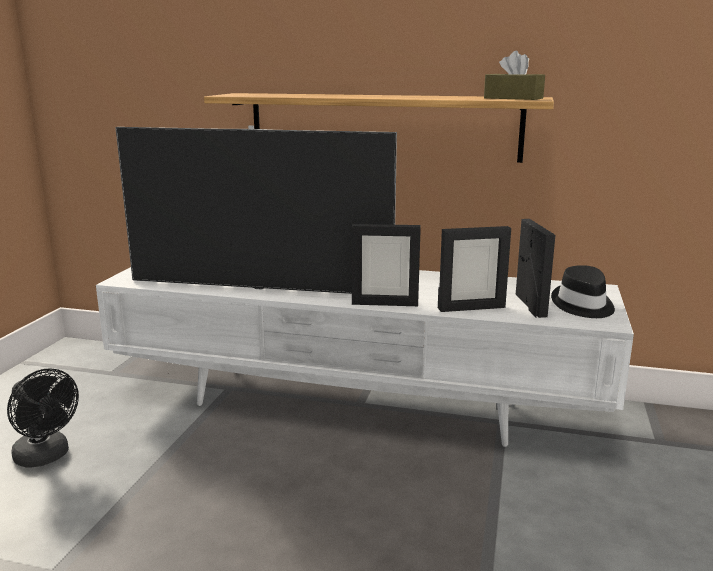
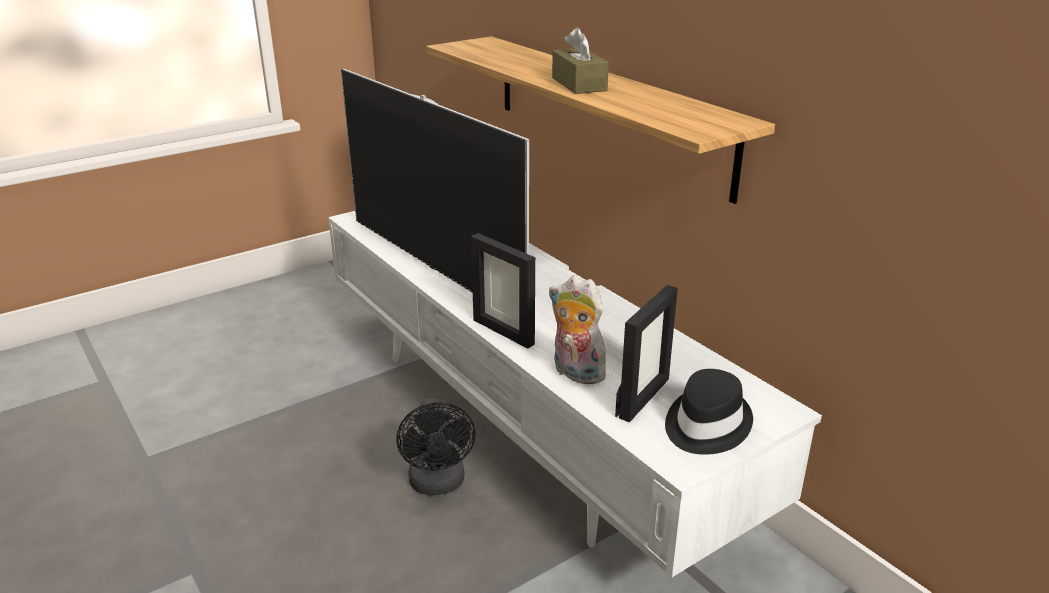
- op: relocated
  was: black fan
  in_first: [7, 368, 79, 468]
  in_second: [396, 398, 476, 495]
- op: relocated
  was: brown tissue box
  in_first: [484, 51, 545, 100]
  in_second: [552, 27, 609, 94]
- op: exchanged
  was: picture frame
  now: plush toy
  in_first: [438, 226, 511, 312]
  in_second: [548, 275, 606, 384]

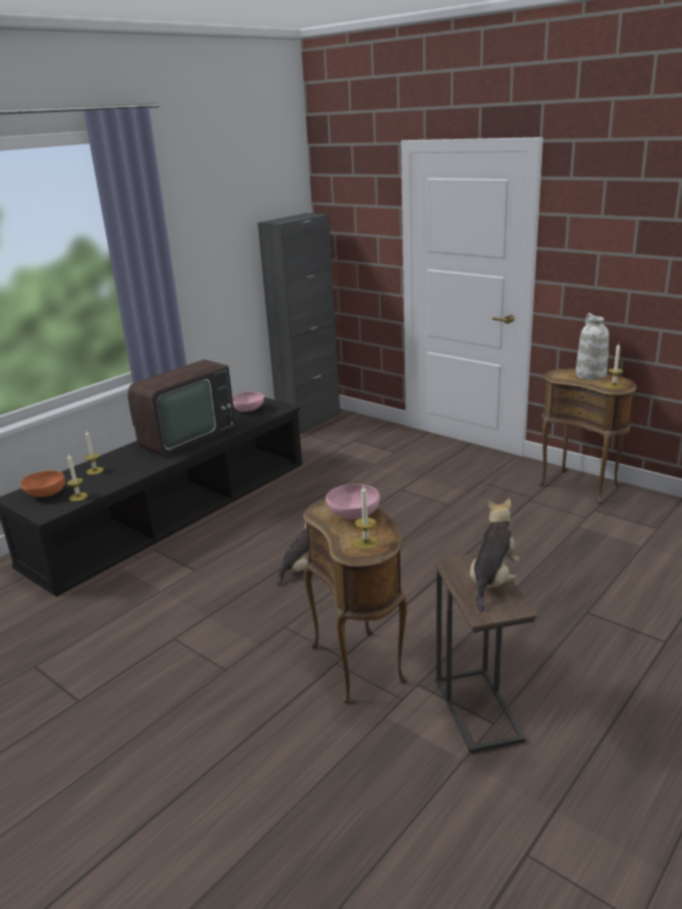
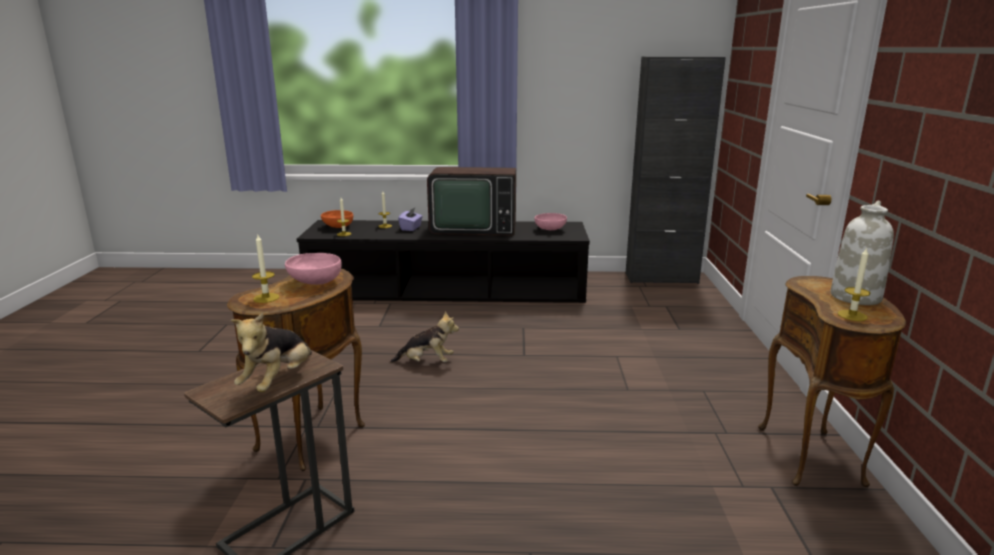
- op: appeared
  now: purple tissue box
  in_second: [398, 208, 423, 231]
- op: spun
  was: plush toy
  in_first: [470, 499, 519, 612]
  in_second: [231, 313, 312, 392]
  clockwise: 120

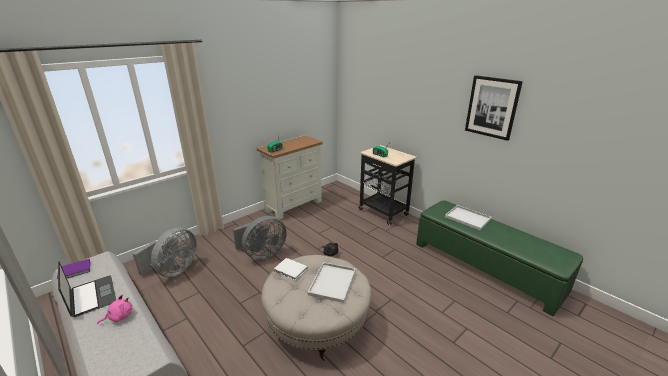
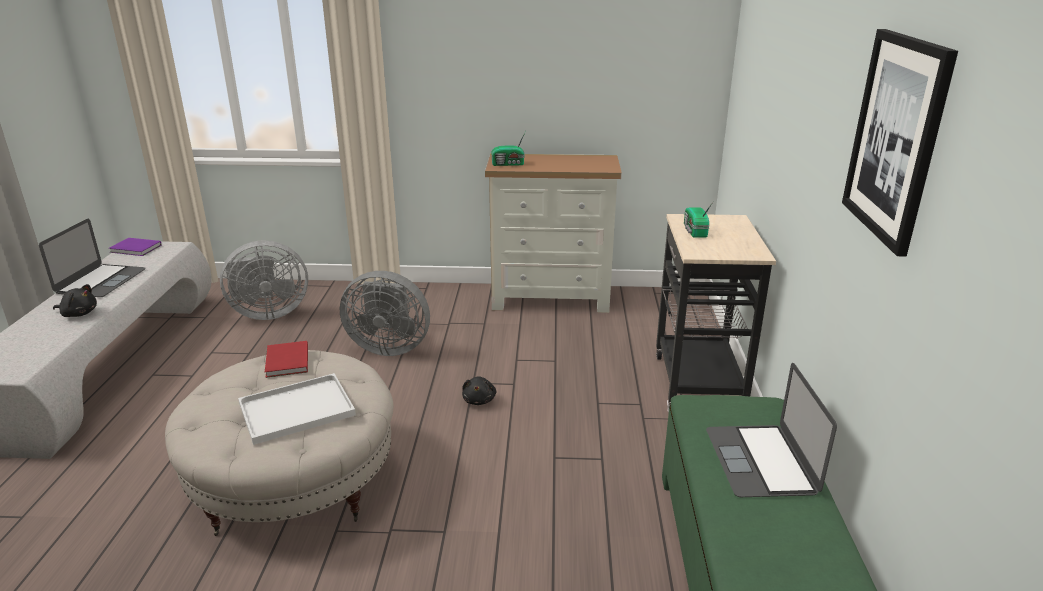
- op: exchanged
  was: white tray
  now: laptop
  in_first: [445, 205, 492, 230]
  in_second: [706, 363, 837, 497]
- op: colour
  was: pink plush toy
  now: black plush toy
  in_first: [97, 295, 132, 324]
  in_second: [53, 284, 97, 317]
- op: colour
  was: white book
  now: red book
  in_first: [274, 258, 307, 281]
  in_second: [265, 341, 308, 378]

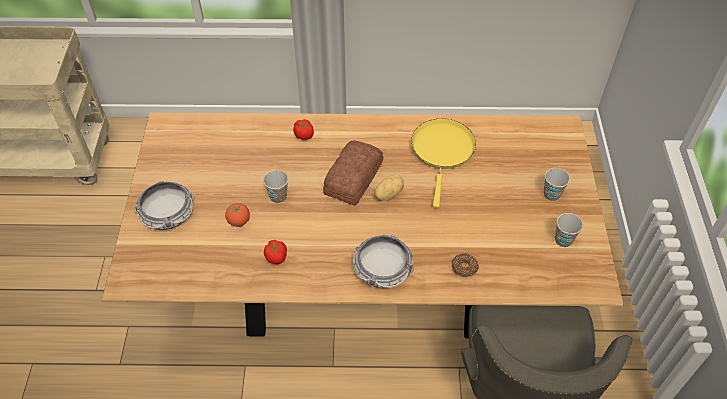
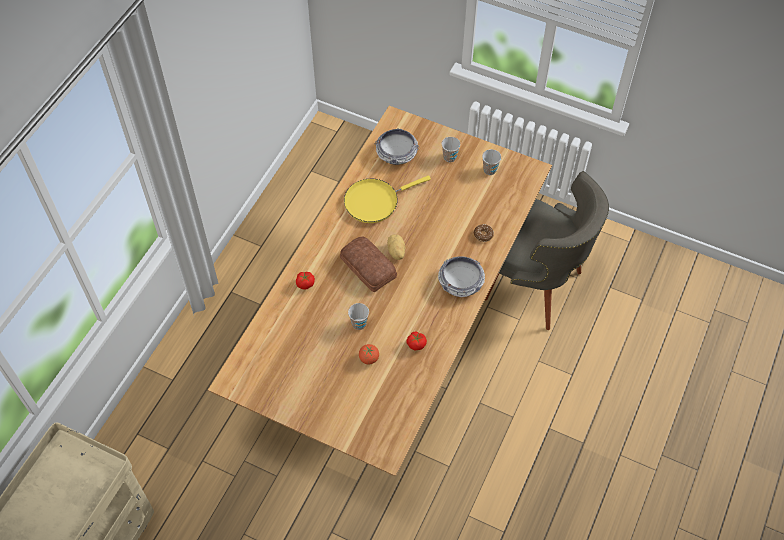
- op: relocated
  was: bowl
  in_first: [134, 181, 195, 230]
  in_second: [375, 128, 419, 165]
- op: spun
  was: yellow frying pan
  in_first: [411, 119, 476, 208]
  in_second: [344, 175, 431, 223]
  clockwise: -60

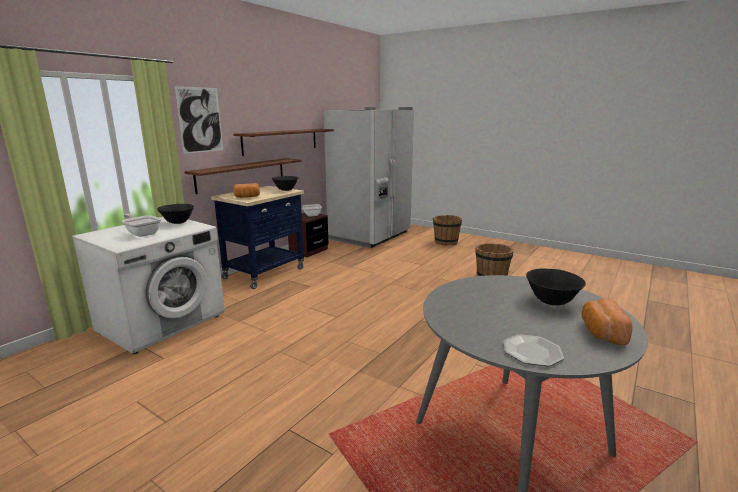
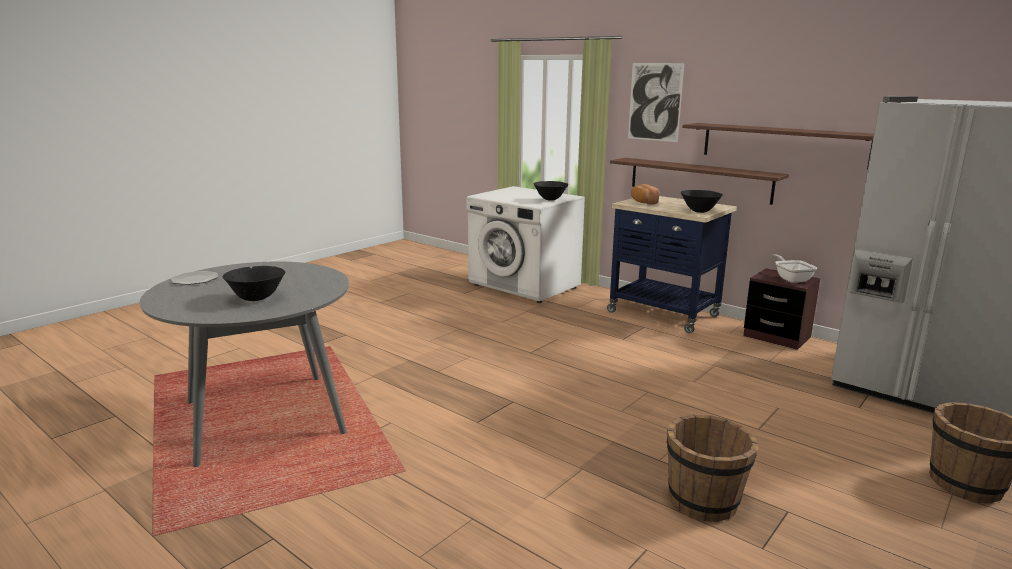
- op: missing
  was: frying pan
  in_first: [122, 214, 161, 237]
- op: missing
  was: bread
  in_first: [582, 298, 633, 345]

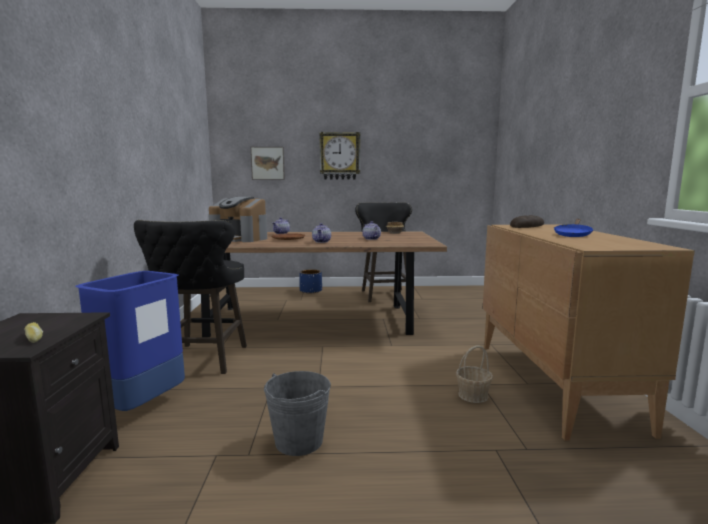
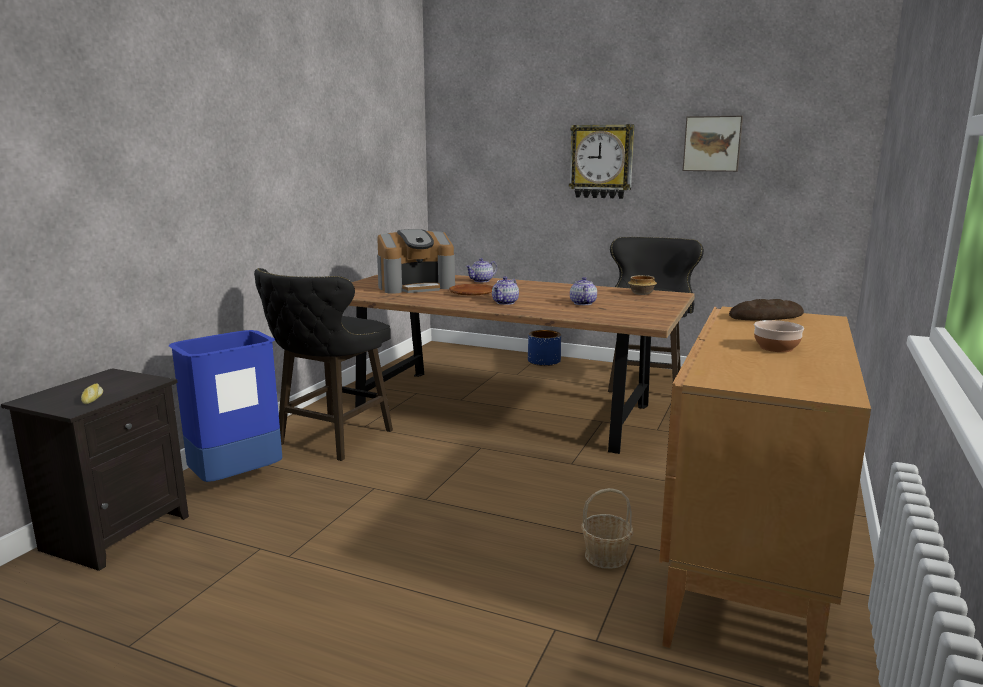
- op: missing
  was: grey bucket
  in_first: [264, 371, 331, 456]
- op: relocated
  was: picture
  in_first: [251, 147, 285, 180]
  in_second: [683, 116, 743, 172]
- op: exchanged
  was: blue frying pan
  now: bowl
  in_first: [554, 219, 594, 237]
  in_second: [754, 320, 804, 352]
- op: spun
  was: coffee machine
  in_first: [208, 197, 267, 242]
  in_second: [377, 229, 455, 294]
  clockwise: -75

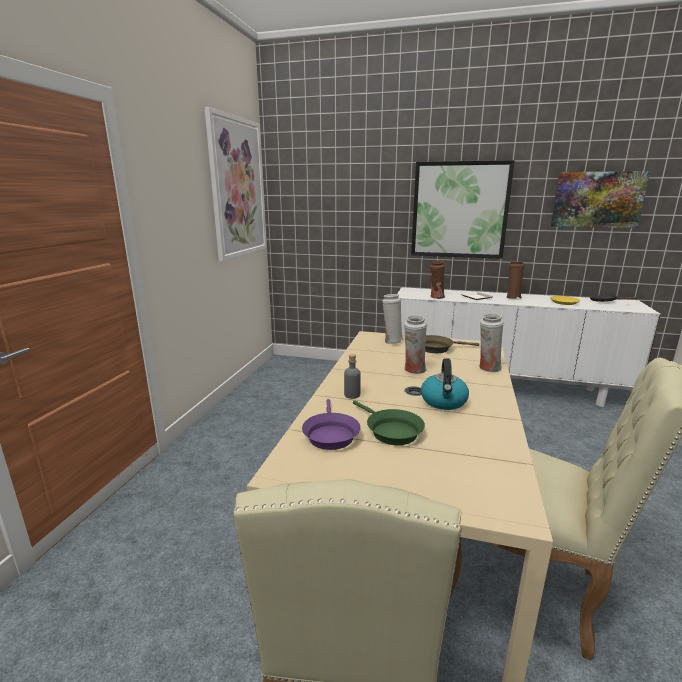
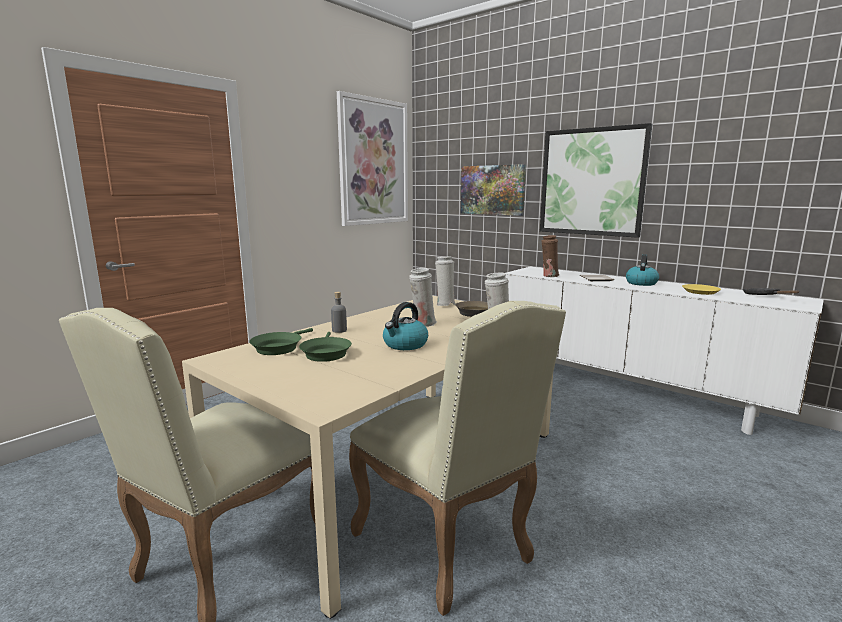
- op: relocated
  was: picture
  in_first: [551, 171, 650, 228]
  in_second: [461, 164, 526, 216]
- op: exchanged
  was: brown vase
  now: kettle
  in_first: [506, 261, 524, 299]
  in_second: [626, 254, 659, 286]
- op: colour
  was: purple frying pan
  now: green frying pan
  in_first: [302, 399, 361, 450]
  in_second: [249, 328, 313, 355]

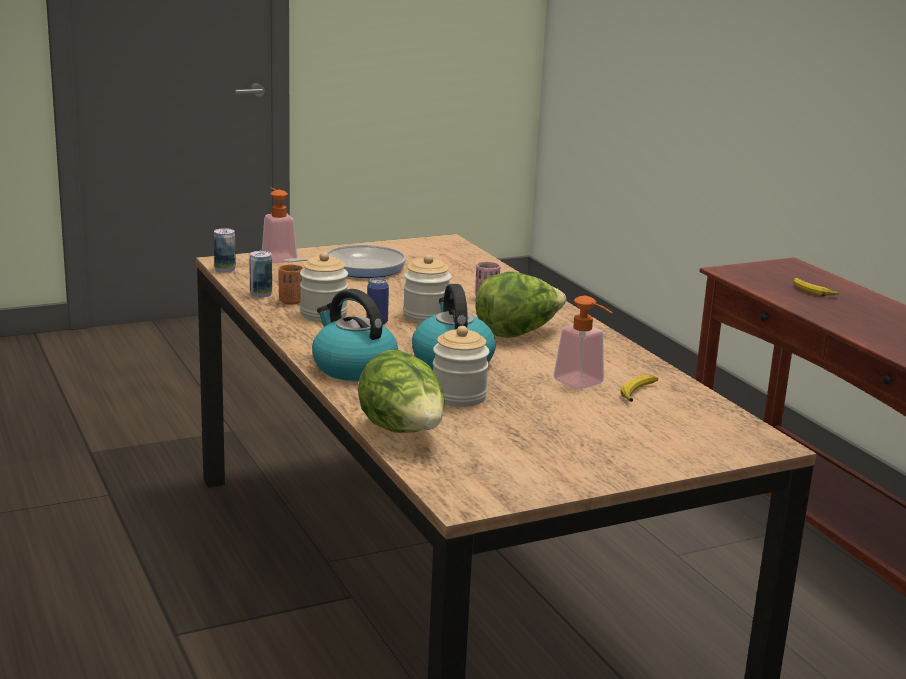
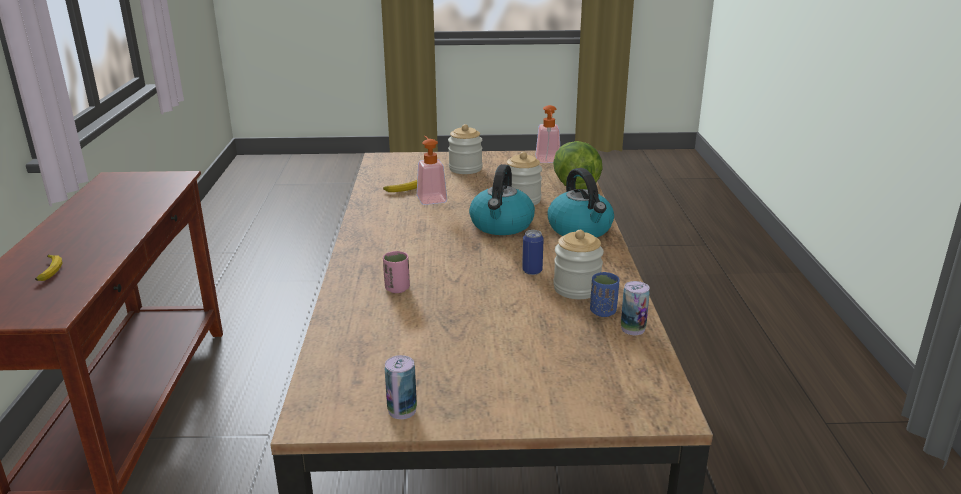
- op: missing
  was: frying pan
  in_first: [285, 245, 406, 278]
- op: missing
  was: lettuce
  in_first: [475, 272, 566, 338]
- op: relocated
  was: can
  in_first: [214, 228, 236, 273]
  in_second: [385, 355, 417, 419]
- op: relocated
  was: soap dispenser
  in_first: [262, 187, 297, 264]
  in_second: [535, 105, 560, 163]
- op: relocated
  was: jar
  in_first: [403, 254, 452, 323]
  in_second: [448, 124, 483, 174]
- op: colour
  was: orange cup
  now: blue cup
  in_first: [278, 264, 303, 305]
  in_second: [590, 272, 619, 317]

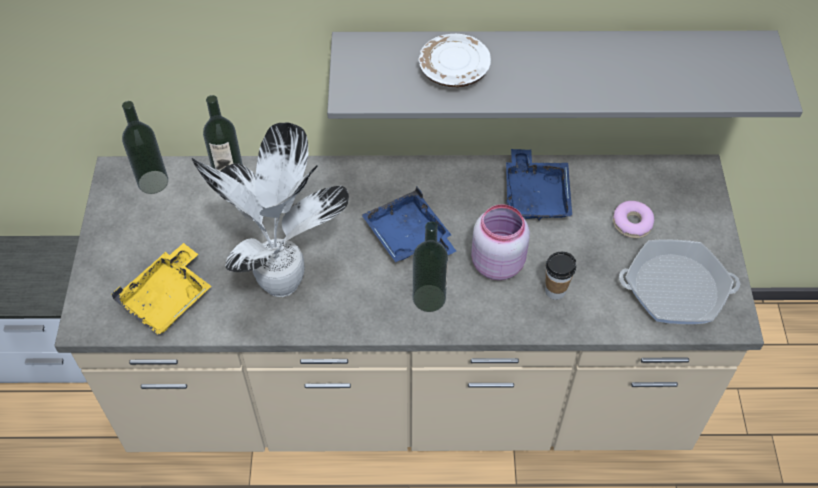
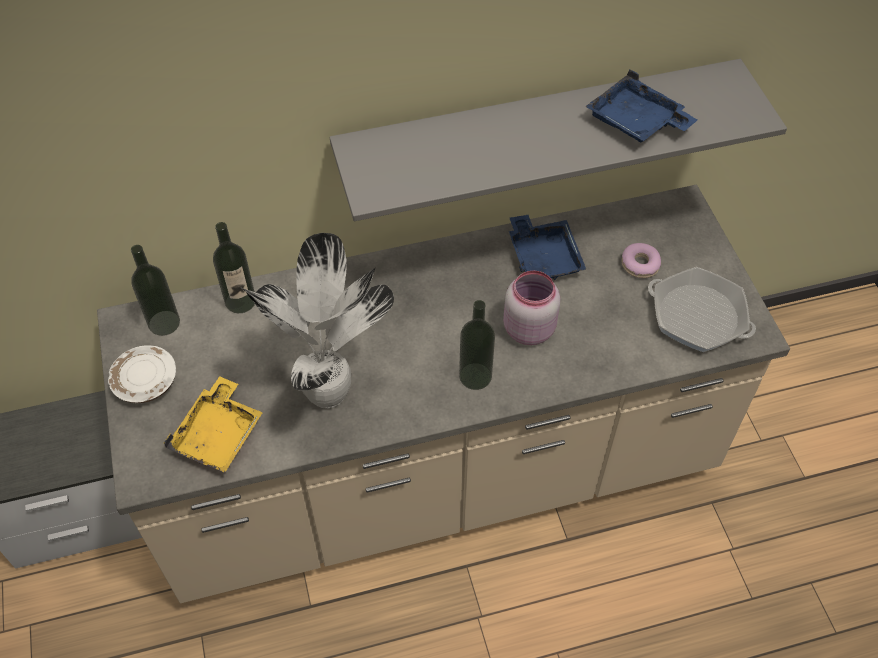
- op: missing
  was: cup
  in_first: [545, 252, 576, 300]
- op: relocated
  was: blue tray
  in_first: [362, 187, 456, 262]
  in_second: [585, 69, 697, 143]
- op: relocated
  was: white plate
  in_first: [418, 33, 491, 88]
  in_second: [108, 345, 176, 403]
- op: spun
  was: frying pan
  in_first: [619, 239, 740, 324]
  in_second: [648, 267, 756, 352]
  clockwise: 45

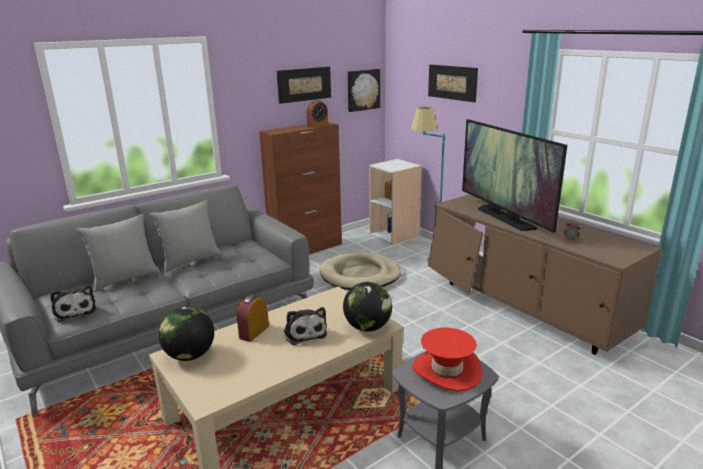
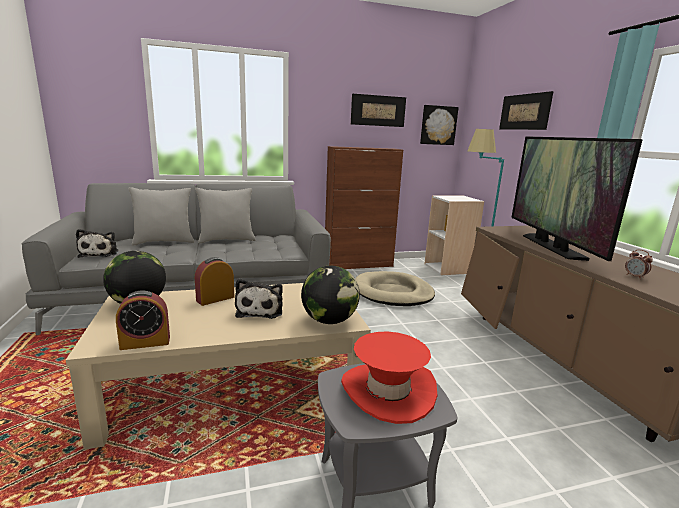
- op: relocated
  was: alarm clock
  in_first: [306, 100, 328, 128]
  in_second: [116, 291, 170, 350]

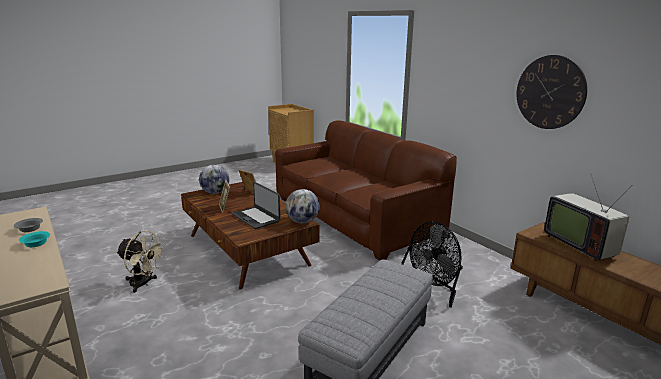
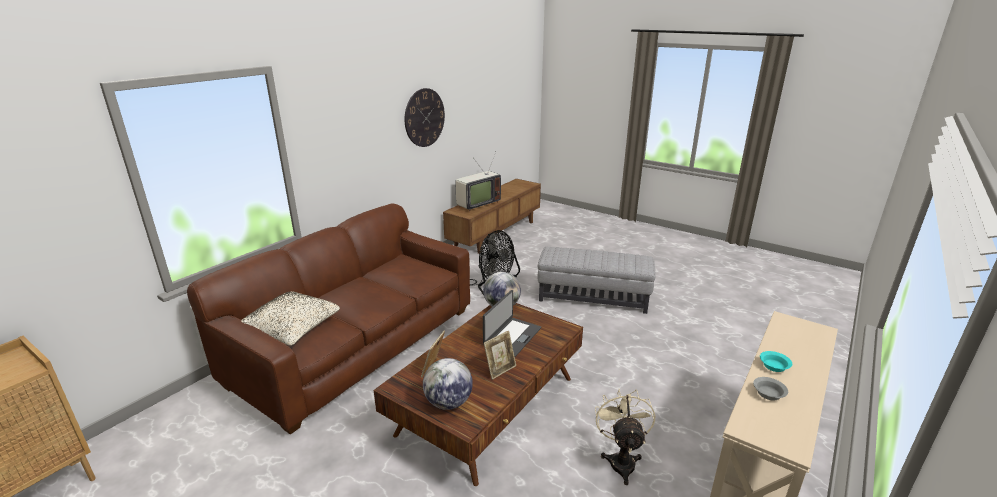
- op: appeared
  now: beige pillow
  in_second: [242, 291, 340, 346]

